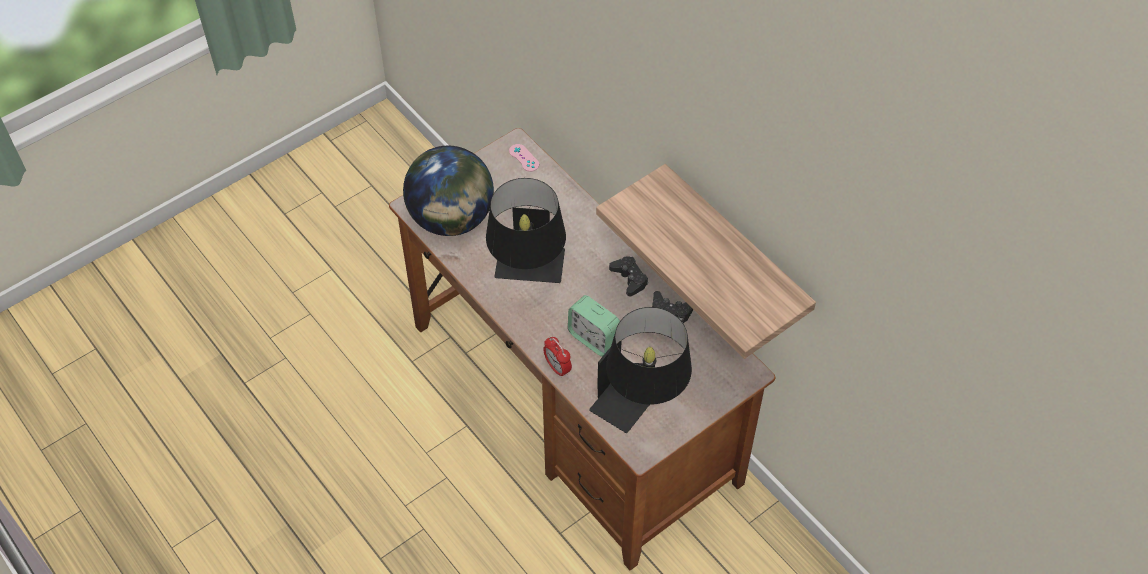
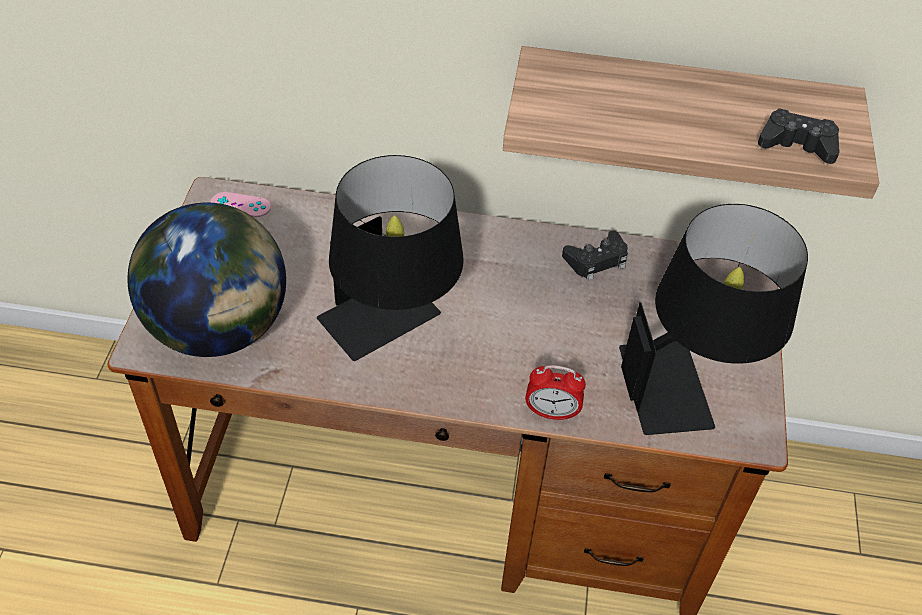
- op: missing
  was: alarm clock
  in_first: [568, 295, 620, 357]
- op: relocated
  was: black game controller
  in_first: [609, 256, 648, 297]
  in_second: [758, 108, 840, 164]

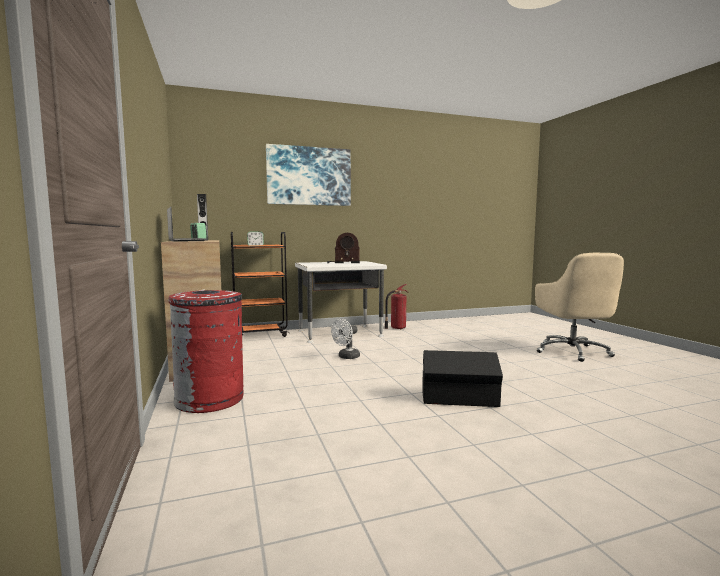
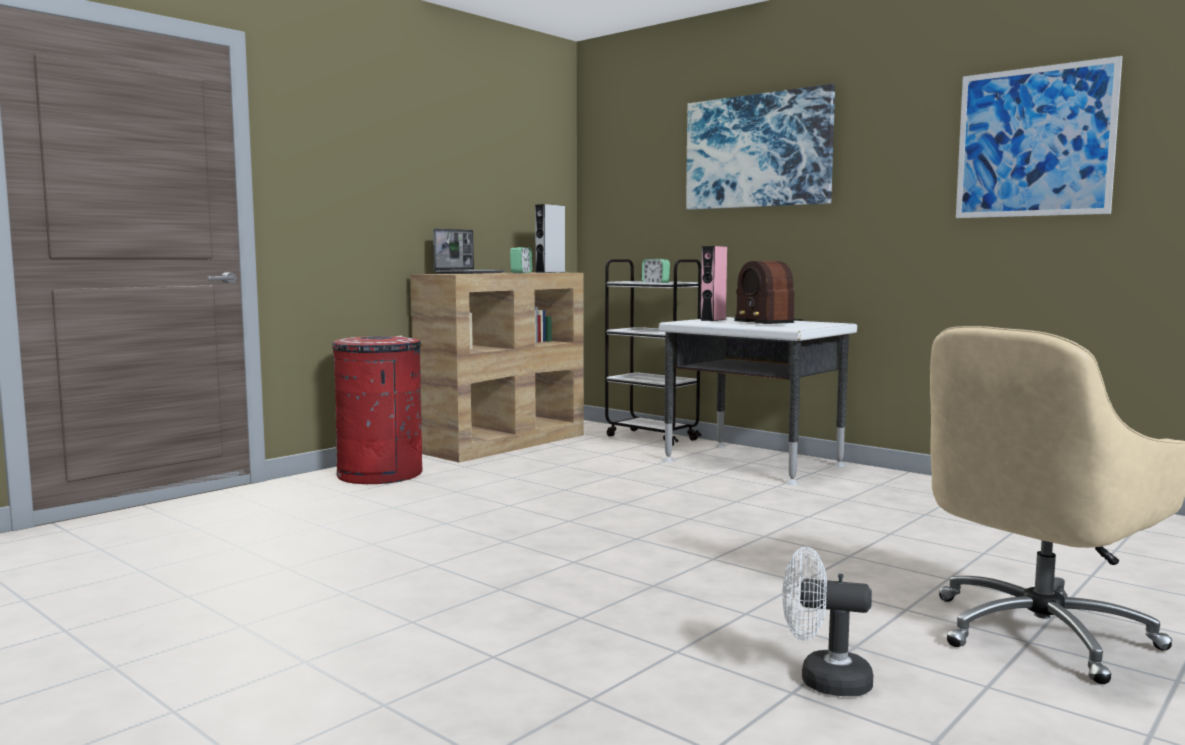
- op: missing
  was: fire extinguisher
  in_first: [385, 284, 408, 329]
- op: missing
  was: black storage box
  in_first: [422, 350, 503, 407]
- op: appeared
  now: pink speaker
  in_second: [700, 246, 727, 321]
- op: appeared
  now: picture
  in_second: [956, 56, 1122, 218]
- op: relocated
  was: white fan
  in_first: [331, 318, 360, 359]
  in_second: [782, 547, 873, 696]
- op: colour
  was: orange cart
  now: white cart
  in_first: [231, 232, 288, 337]
  in_second: [605, 259, 702, 446]

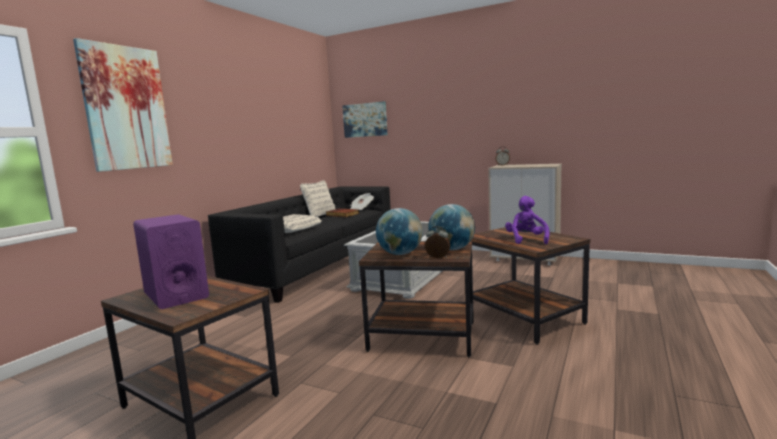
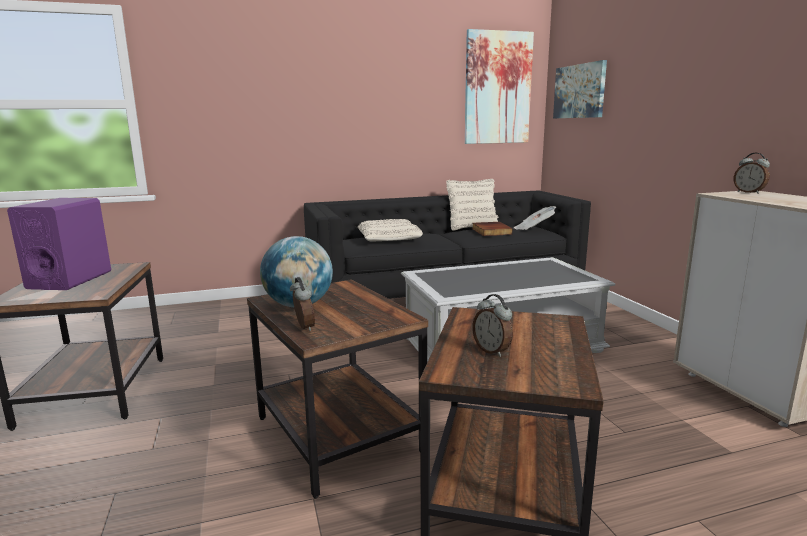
- op: missing
  was: globe
  in_first: [428, 204, 475, 250]
- op: relocated
  was: picture
  in_first: [73, 38, 173, 172]
  in_second: [465, 29, 534, 144]
- op: exchanged
  was: purple plush toy
  now: alarm clock
  in_first: [505, 196, 549, 244]
  in_second: [472, 294, 513, 357]

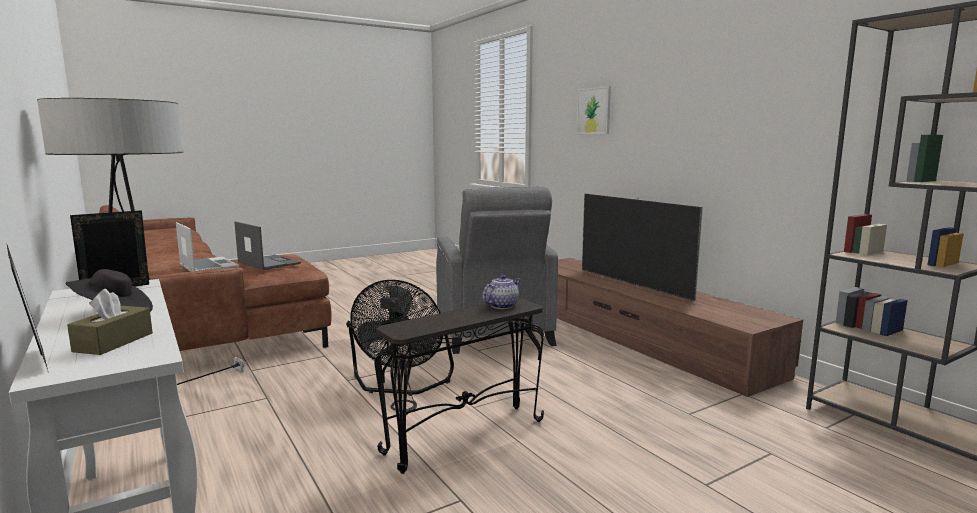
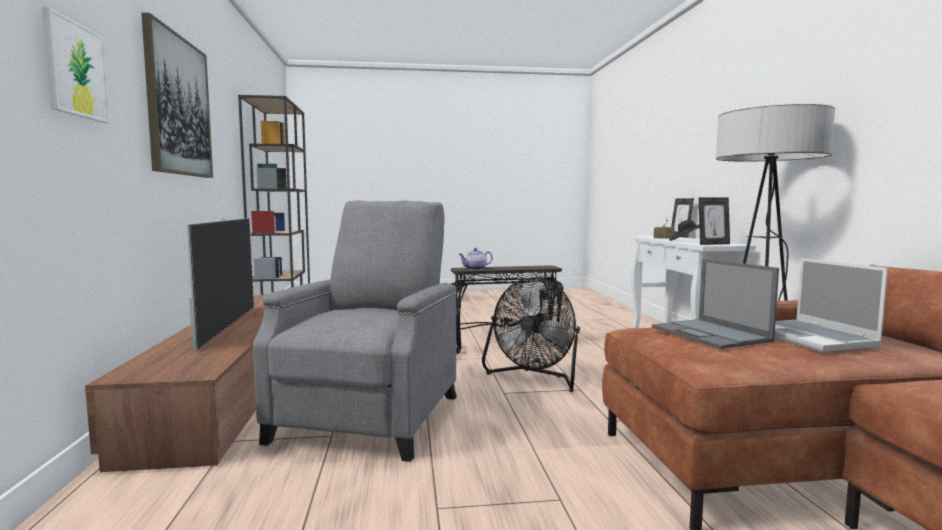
- op: appeared
  now: picture
  in_second: [141, 13, 213, 178]

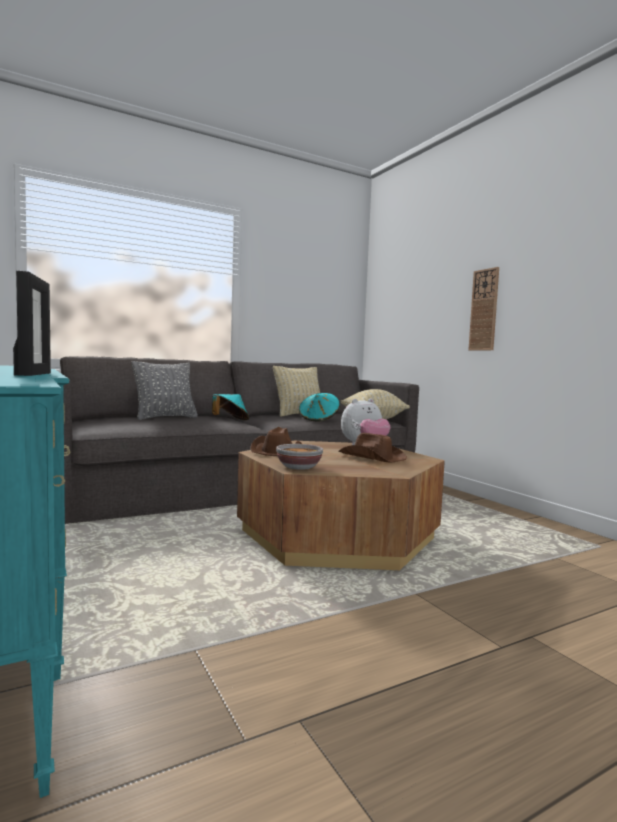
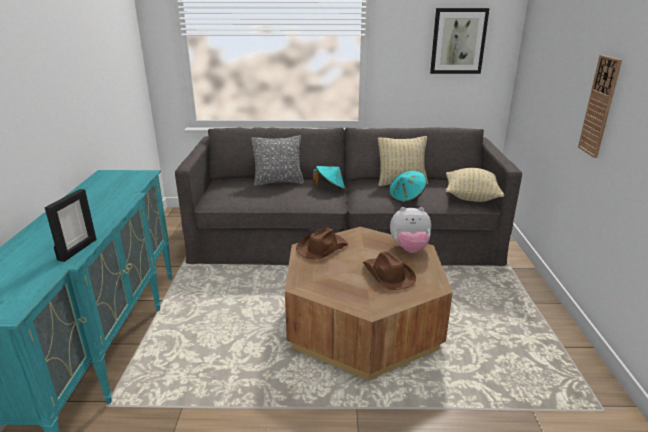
- op: missing
  was: bowl
  in_first: [276, 444, 323, 470]
- op: appeared
  now: picture
  in_second: [430, 8, 490, 74]

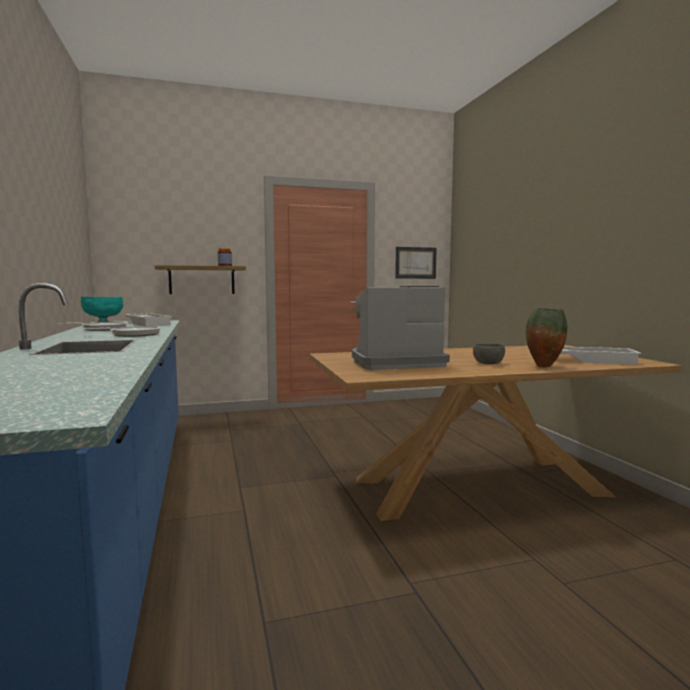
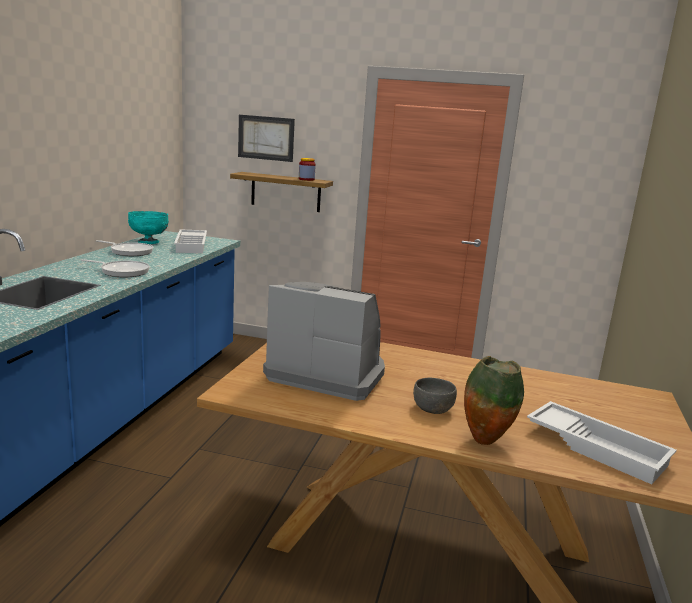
- op: relocated
  was: picture
  in_first: [395, 247, 437, 279]
  in_second: [238, 115, 295, 162]

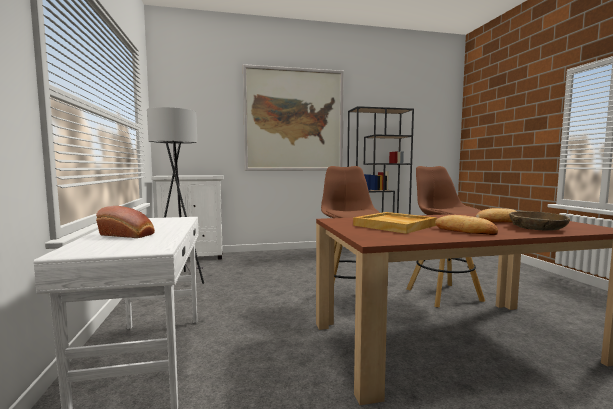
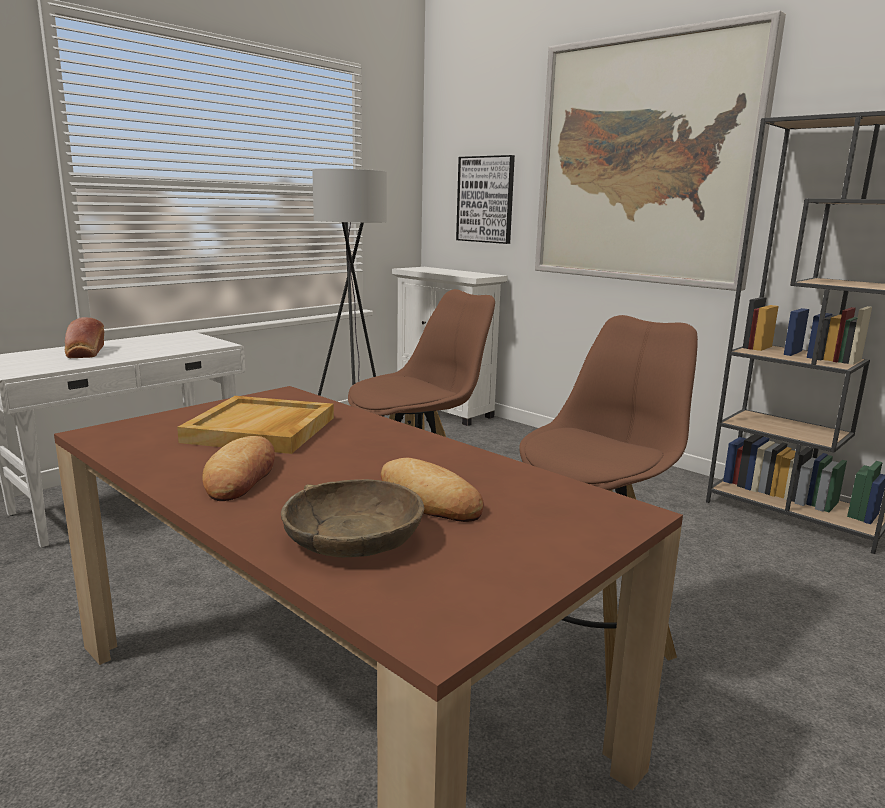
- op: appeared
  now: picture
  in_second: [456, 155, 515, 244]

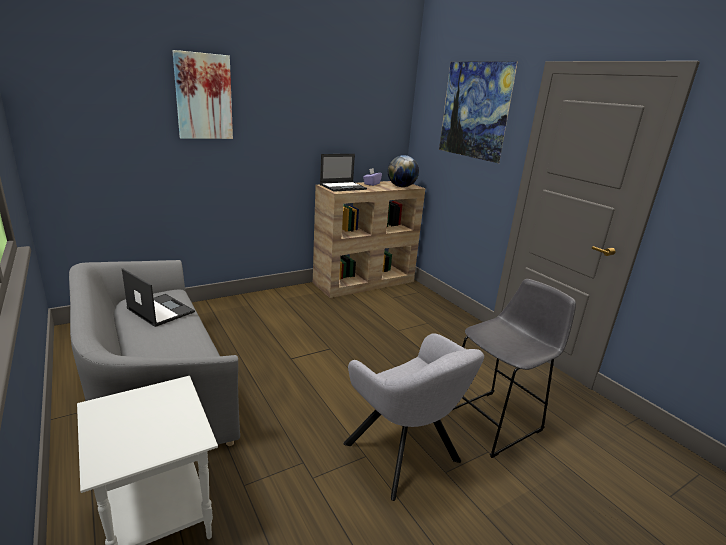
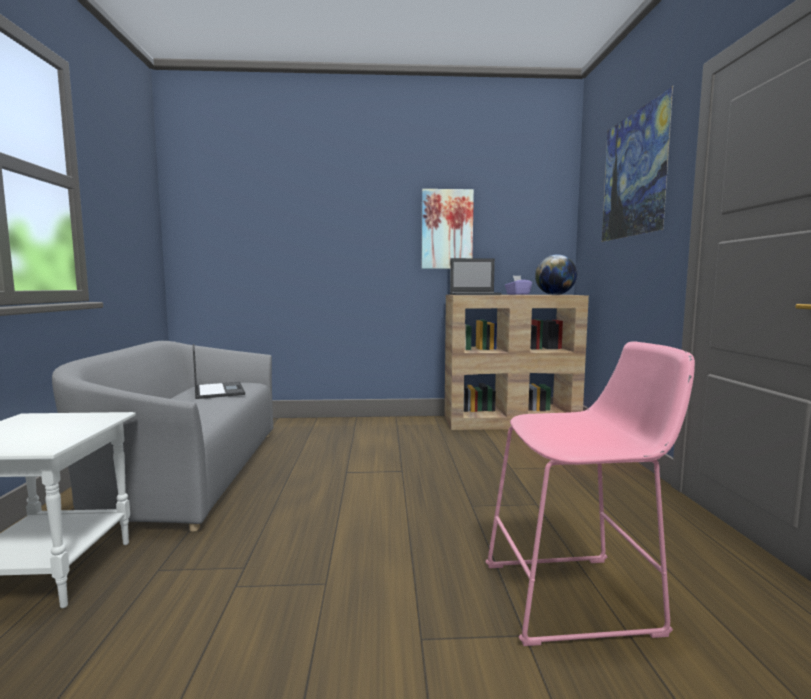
- op: missing
  was: grey armchair
  in_first: [344, 333, 484, 501]
- op: relocated
  was: picture
  in_first: [172, 50, 233, 139]
  in_second: [422, 189, 474, 269]
- op: colour
  was: grey stool
  now: pink stool
  in_first: [453, 279, 576, 458]
  in_second: [485, 341, 695, 646]

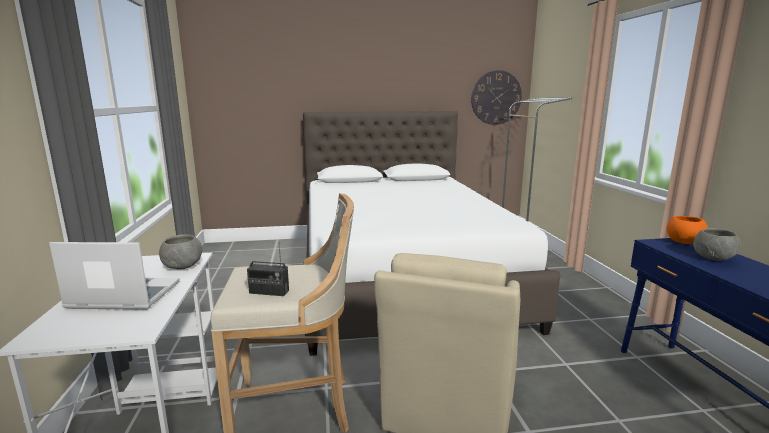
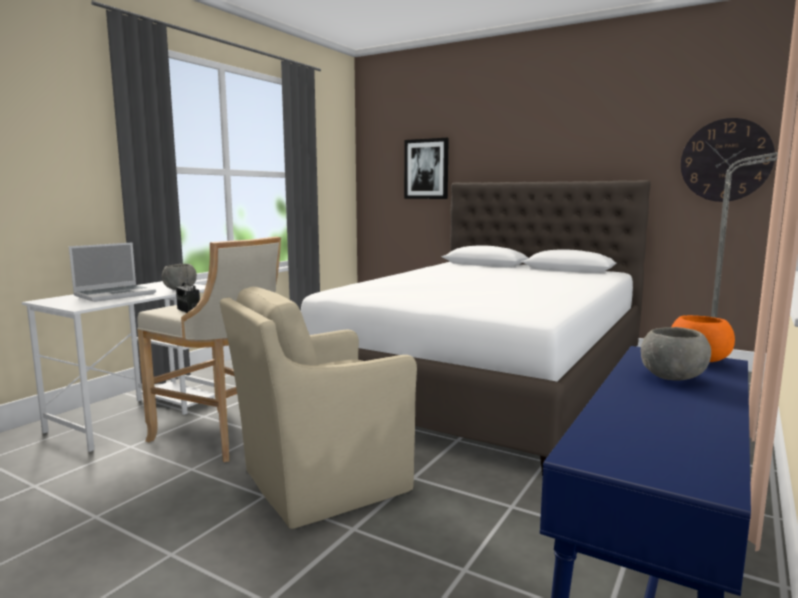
- op: appeared
  now: picture
  in_second: [404, 138, 449, 199]
- op: spun
  was: laptop
  in_first: [49, 242, 180, 310]
  in_second: [69, 242, 156, 302]
  clockwise: 90

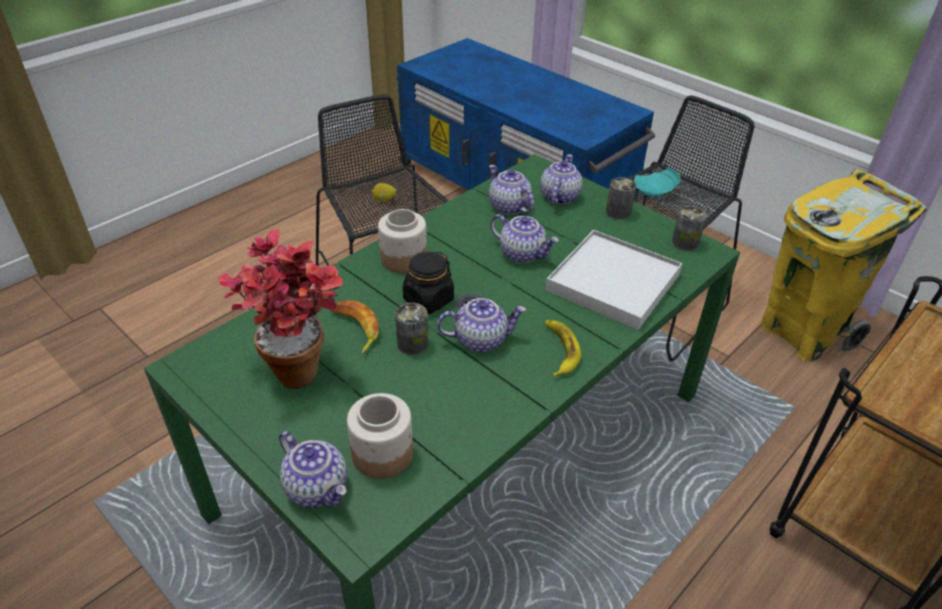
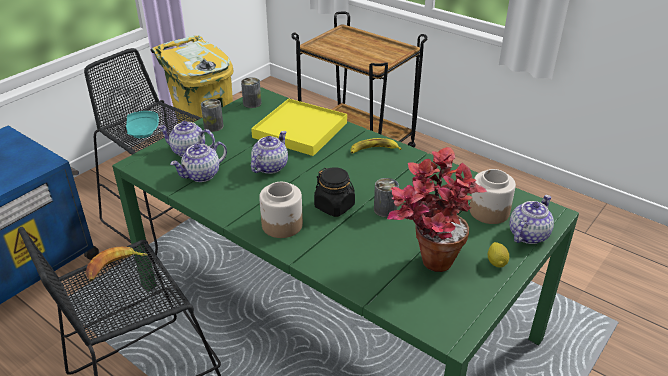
- op: missing
  was: teapot
  in_first: [437, 298, 526, 352]
- op: relocated
  was: banana
  in_first: [330, 300, 379, 354]
  in_second: [85, 247, 148, 281]
- op: relocated
  was: lemon
  in_first: [371, 183, 396, 202]
  in_second: [488, 242, 509, 268]
- op: colour
  was: white tray
  now: yellow tray
  in_first: [546, 230, 682, 330]
  in_second: [251, 98, 347, 156]

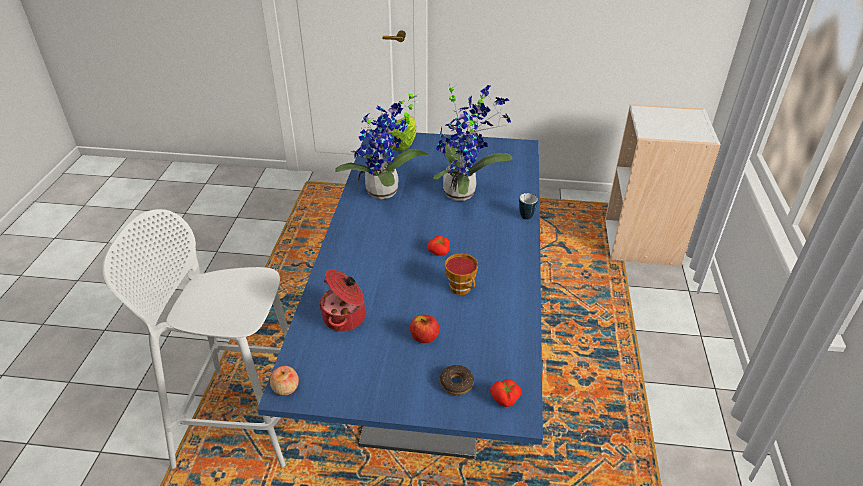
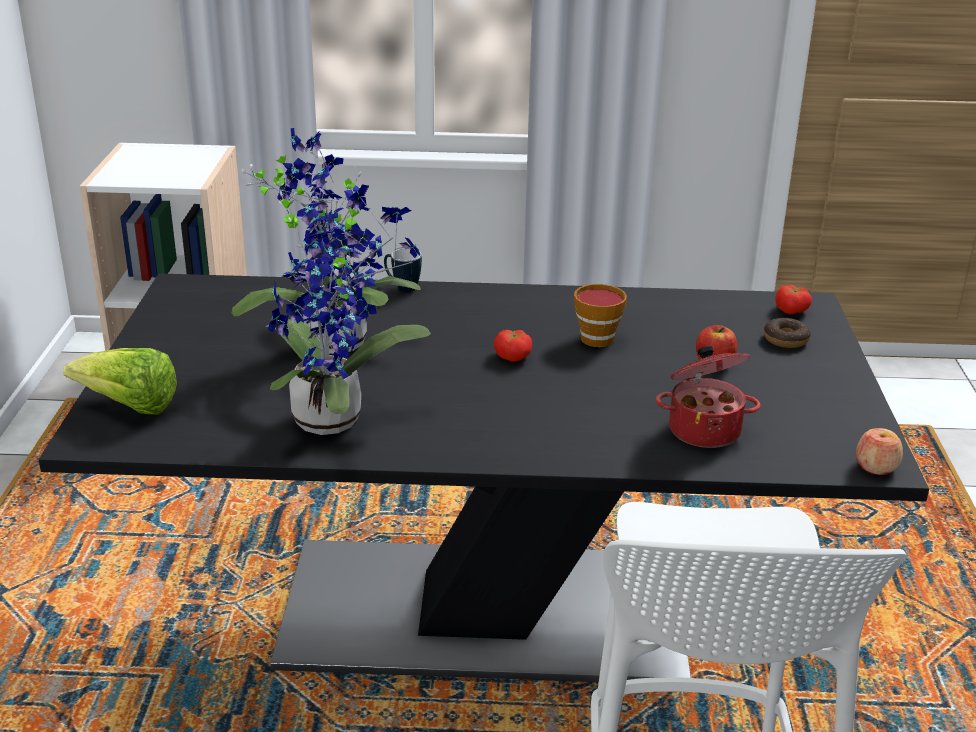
- op: colour
  was: blue dining table
  now: black dining table
  in_first: [257, 129, 543, 459]
  in_second: [38, 273, 929, 682]

